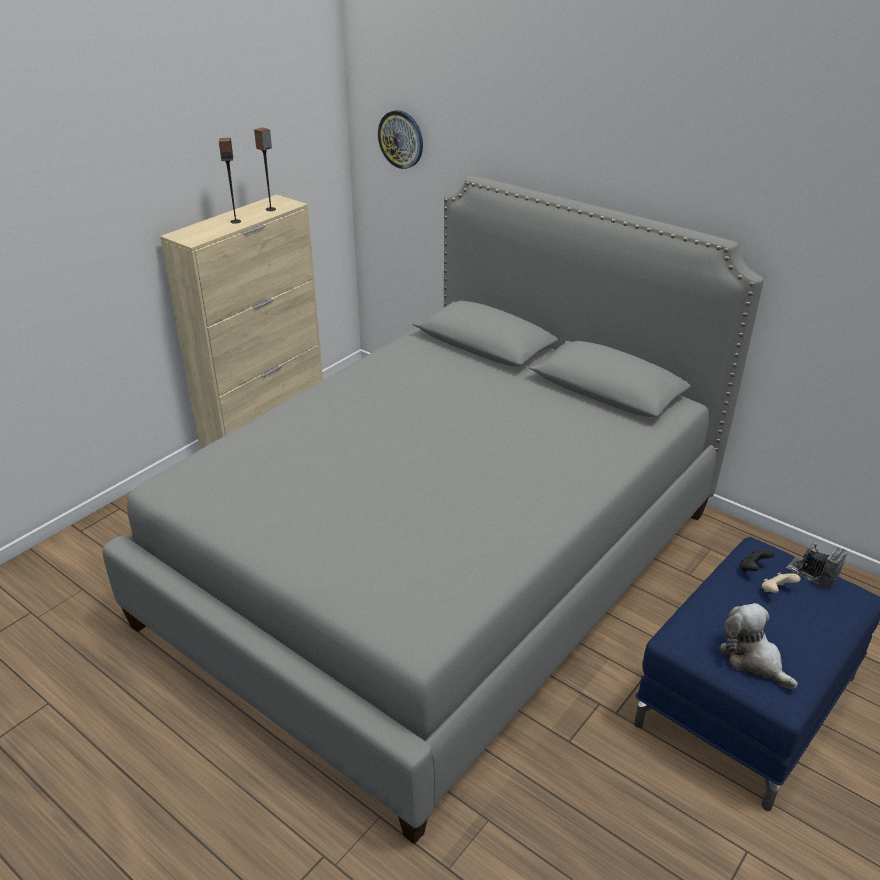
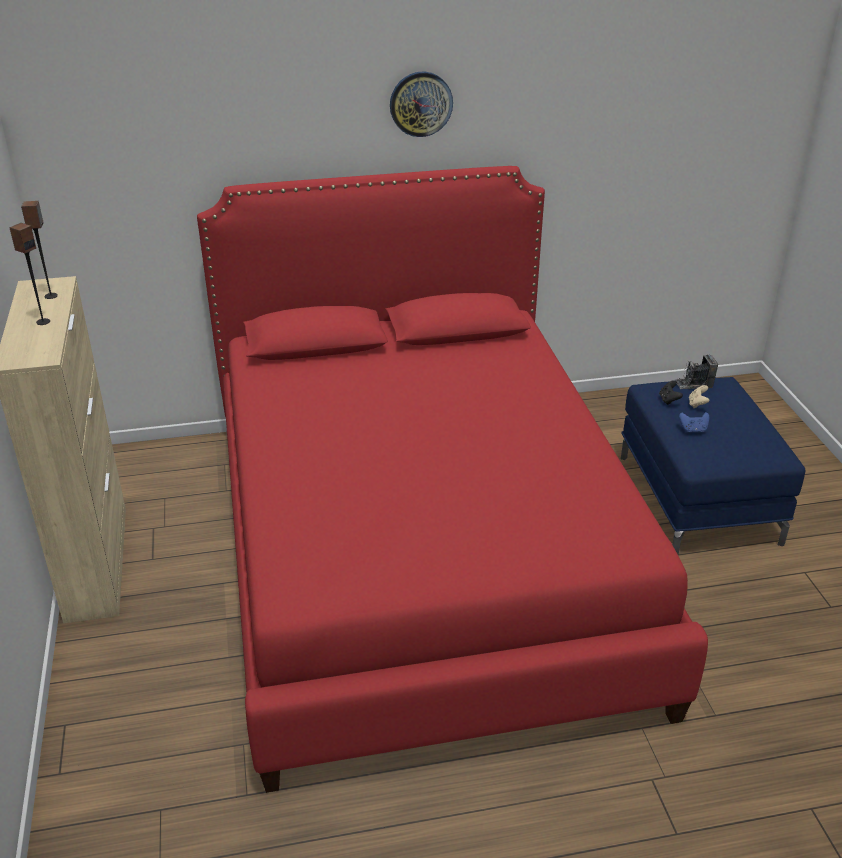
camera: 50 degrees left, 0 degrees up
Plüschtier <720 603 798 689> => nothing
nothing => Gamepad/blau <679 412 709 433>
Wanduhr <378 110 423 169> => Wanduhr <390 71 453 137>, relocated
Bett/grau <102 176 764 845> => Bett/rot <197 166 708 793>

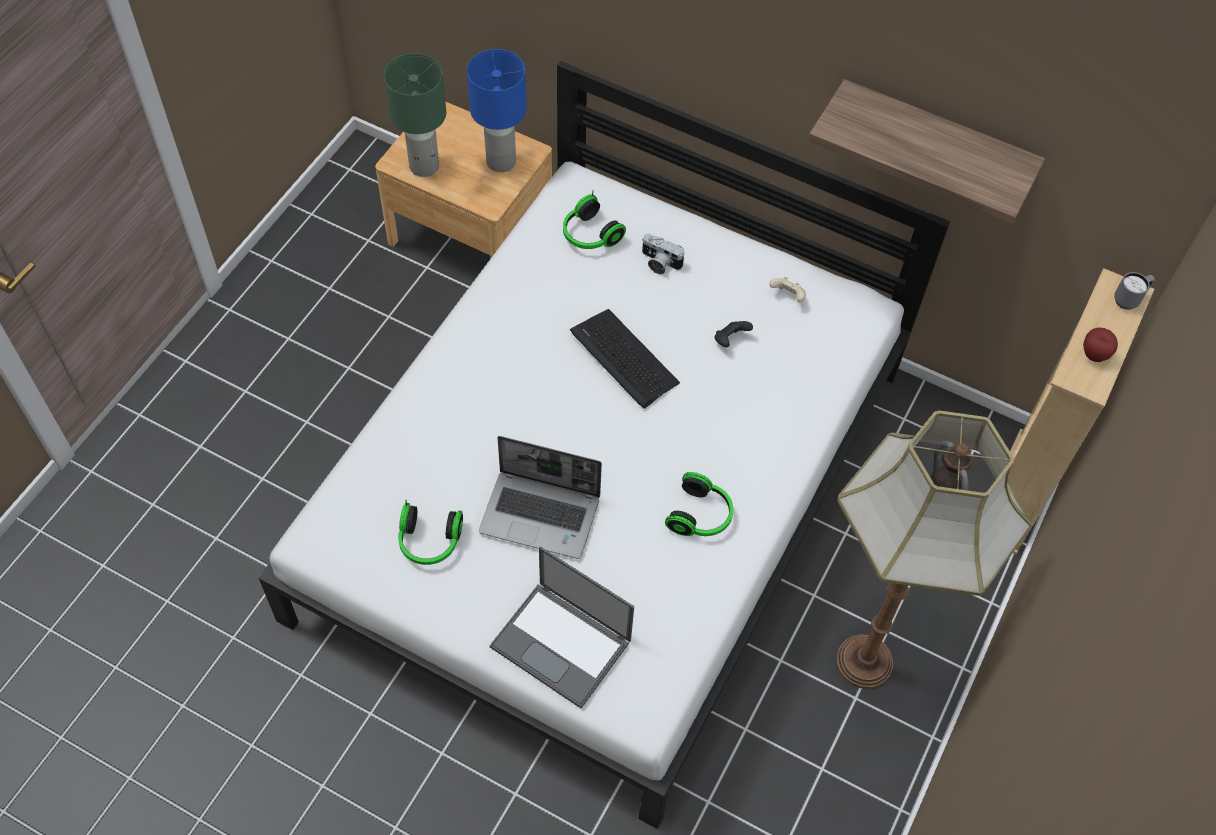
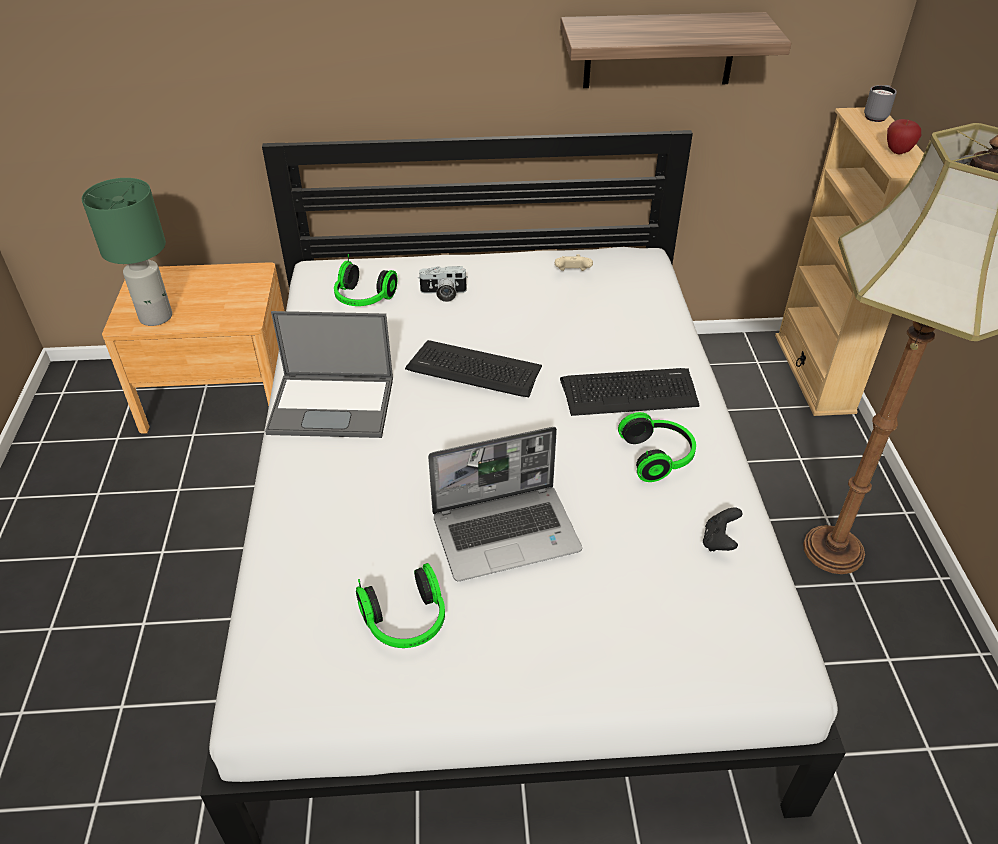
camera: 30 degrees left, 15 degrees down
Tischlampe/blau <467 49 527 172> => nothing
nothing => Tastatur <560 368 700 416>
Laptop <490 546 634 708> => Laptop <265 311 393 438>, relocated
Gamepad/schwarz <714 321 753 347> => Gamepad/schwarz <703 507 743 551>, relocated

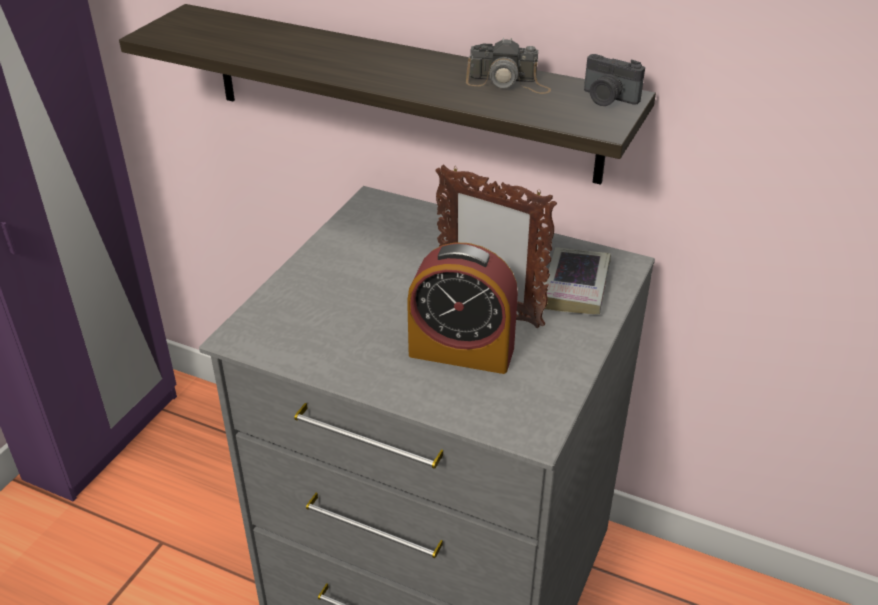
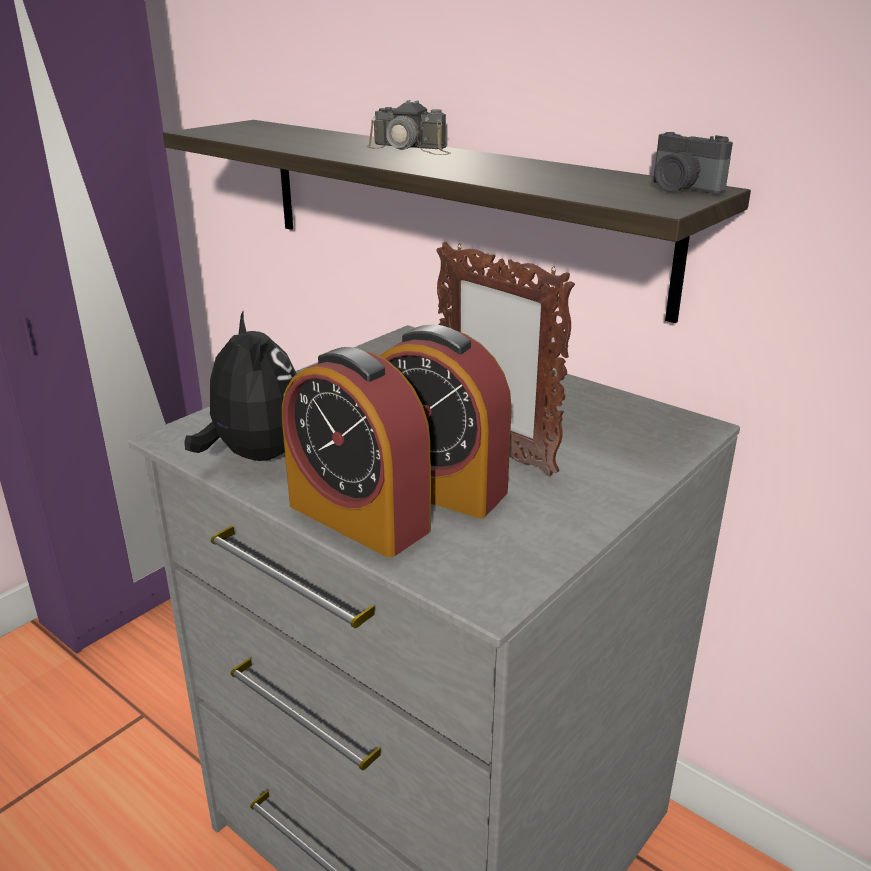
camera: 15 degrees right, 10 degrees down
Buch <540 247 611 315> => nothing
nothing => Plüschtier <184 311 297 461>
nothing => Wecker <282 347 431 558>
Kamera <466 38 551 94> => Kamera <367 100 451 155>, relocated

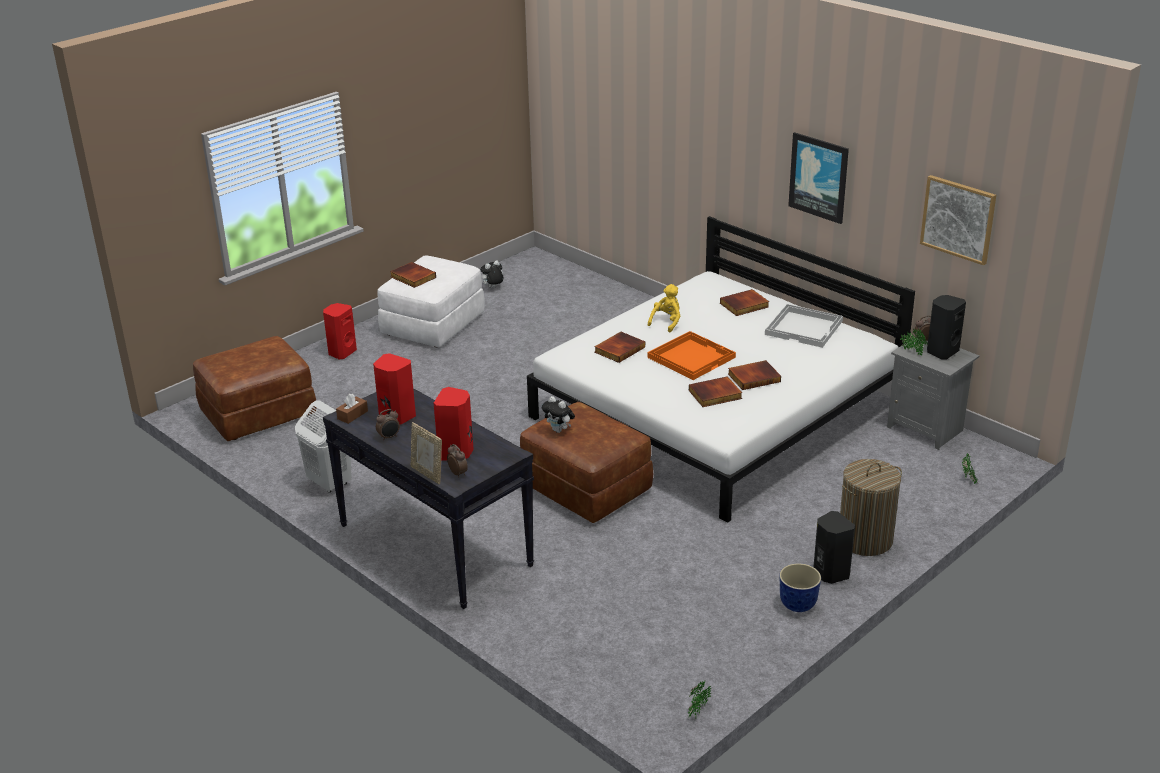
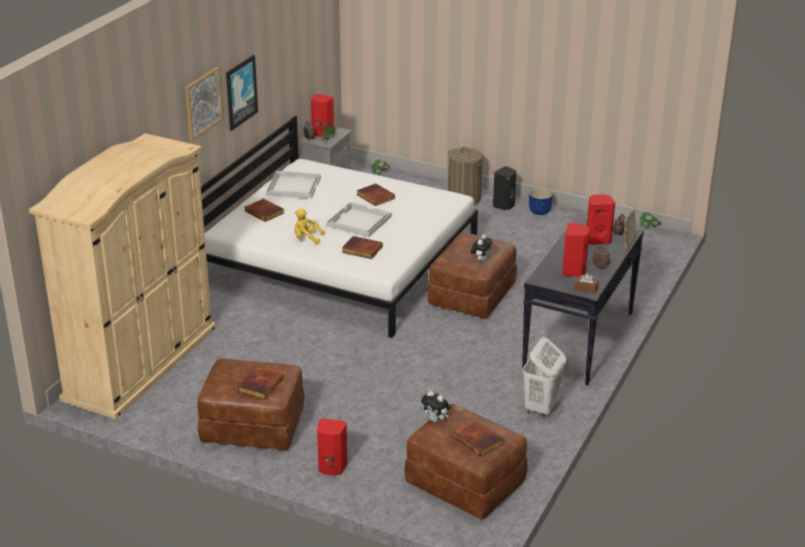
camera: 110 degrees left, 0 degrees up
nothing => Kleiderschrank/beige <29 133 216 420>
Plüschtier <480 260 503 288> => Plüschtier <421 390 451 423>, relocated
Buch <689 376 742 407> => Buch <453 420 504 457>, relocated
Bild <920 175 996 265> => Bild <185 67 223 140>, relocated
Polsterhocker/weiß <378 256 485 347> => Polsterhocker/braun <197 358 305 450>
Tablett/orange <647 331 736 380> => Tablett/weiß <326 202 392 237>
Lautsprecher/schwarz <927 295 966 359> => Lautsprecher/rot <311 94 334 137>

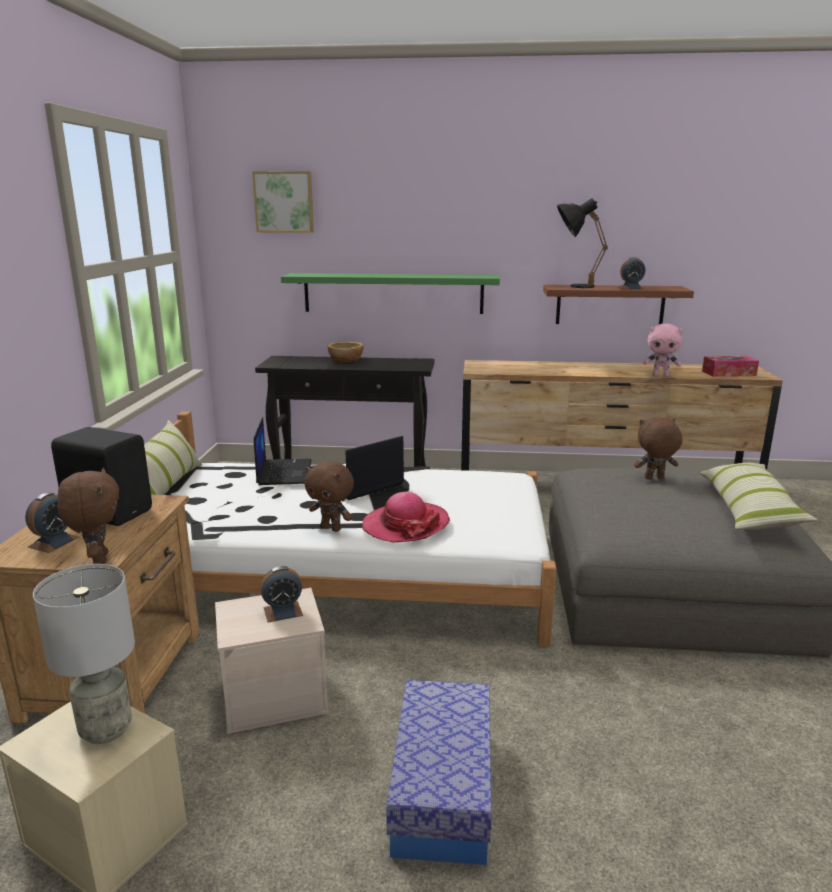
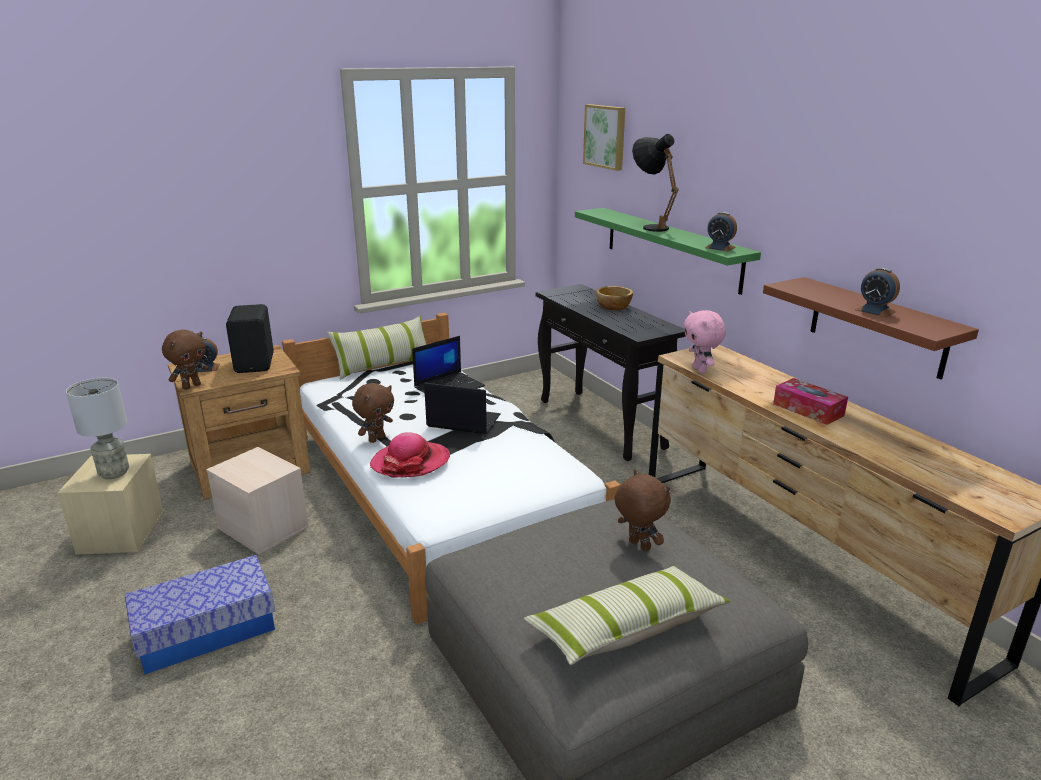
camera: 55 degrees right, 5 degrees up
Wecker <260 566 303 623> => Wecker <705 212 737 251>, relocated
Tischlampe/schwarz <557 198 608 288> => Tischlampe/schwarz <632 134 679 232>, relocated
Plüschtier/rosa <643 323 683 377> => Plüschtier/rosa <684 310 726 373>, relocated
Taschentuchbox <702 356 759 377> => Taschentuchbox <773 378 848 425>, relocated
Plüschtier/braun <305 461 354 532> => Plüschtier/braun <352 383 394 443>, 135 degrees counterclockwise

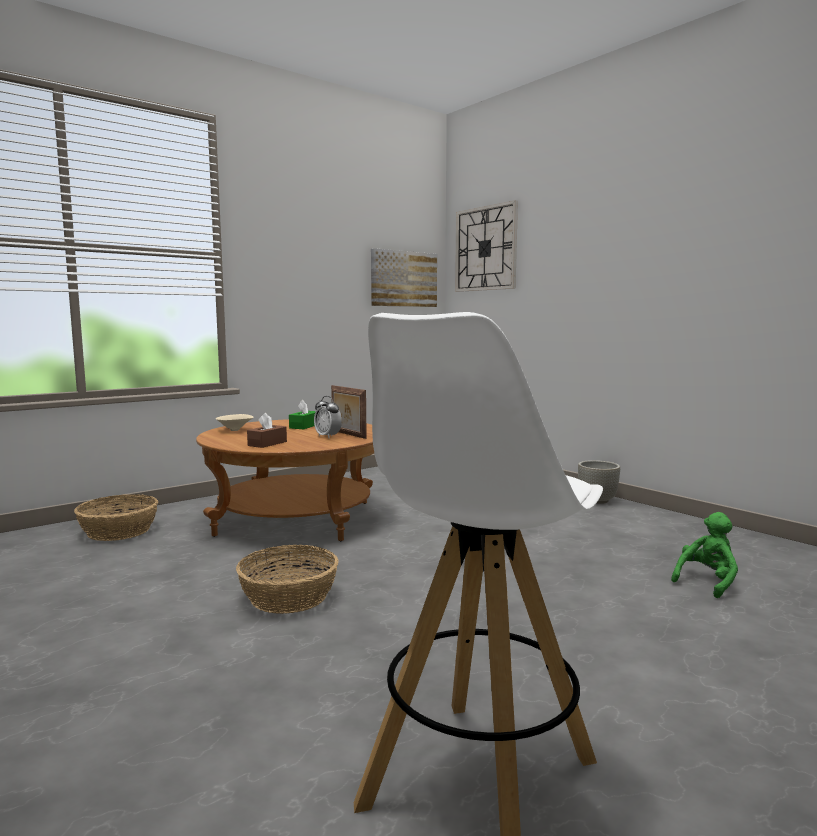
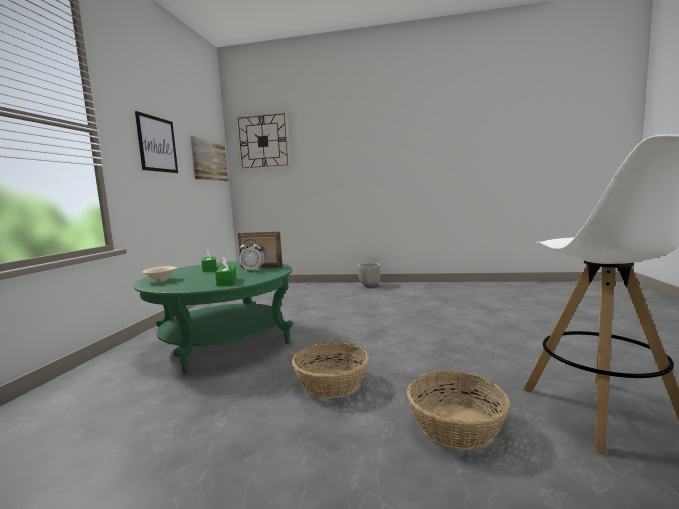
camera: 40 degrees left, 0 degrees up
Plüschtier/grün <671 512 738 598> => nothing
nothing => Bild <135 111 178 173>
Korb <74 494 158 541> => Korb <407 371 510 449>, relocated
Couchtisch/braun <196 419 374 541> => Couchtisch/grün <134 261 293 373>
Taschentuchbox/braun <247 413 287 448> => Taschentuchbox/grün <215 257 237 286>

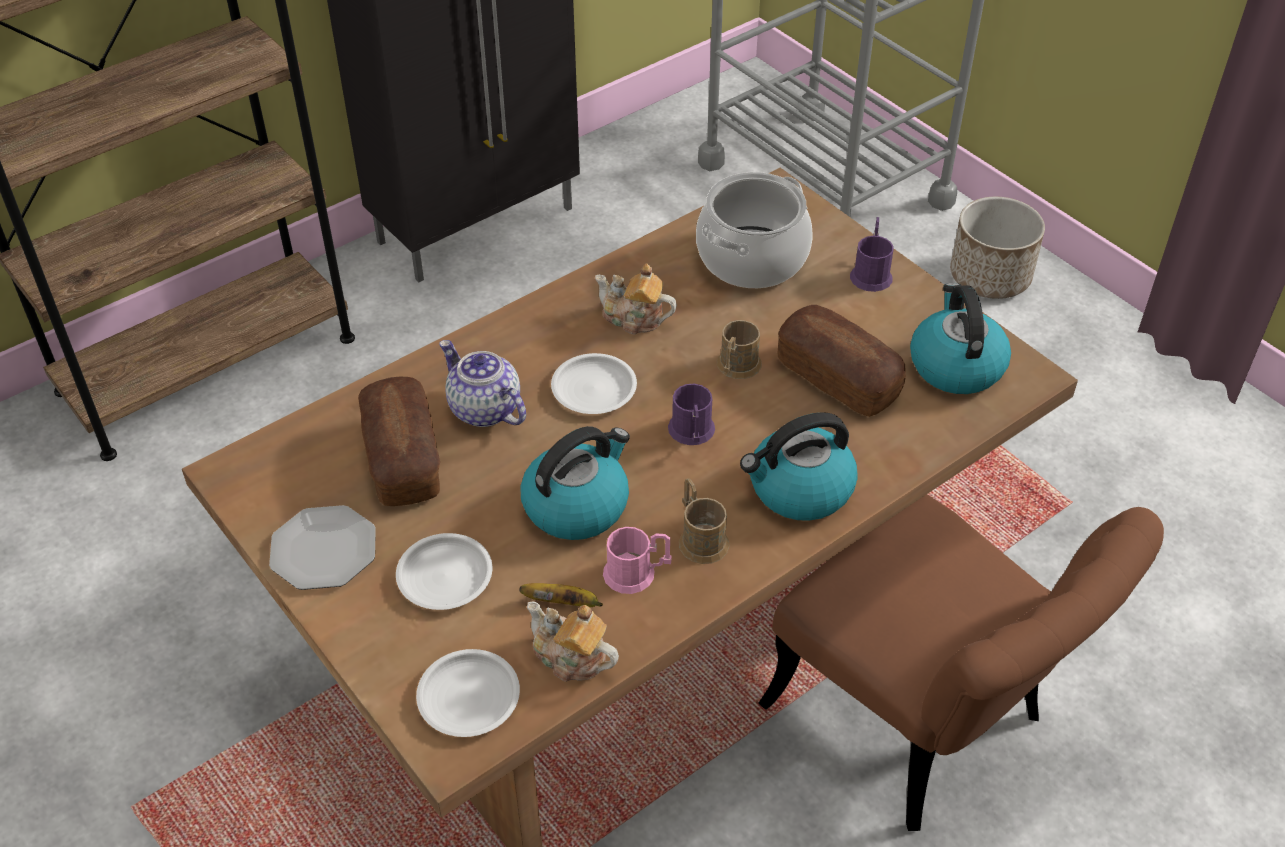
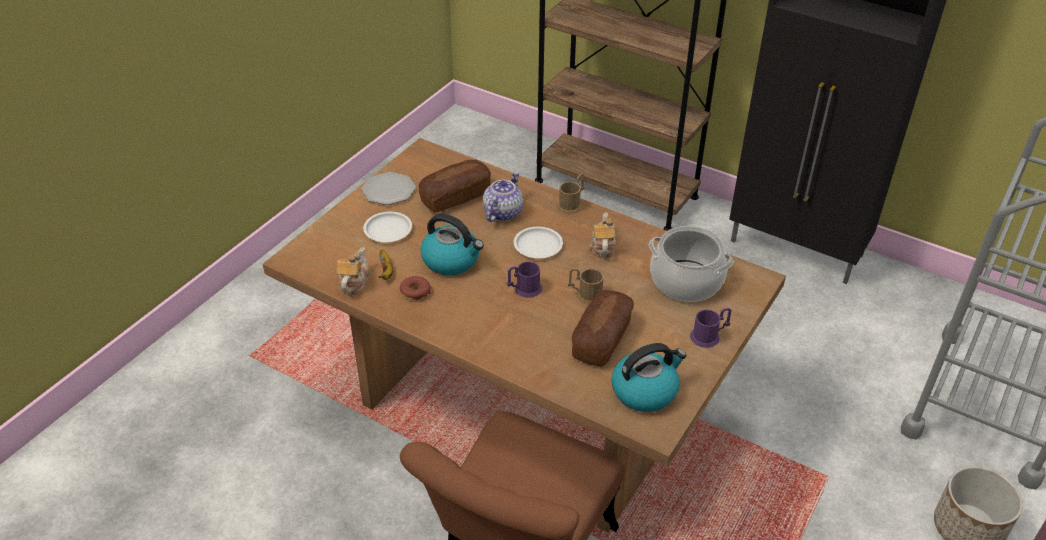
camera: 70 degrees right, 5 degrees down
Teller/weiß <416 649 520 737> => nothing
Wasserkessel <740 412 858 521> => nothing
Henkelbecher/braun <679 478 730 564> => Henkelbecher/braun <557 173 585 214>, relocated
Henkelbecher/rosa <603 527 672 594> => Donut <400 276 431 300>

